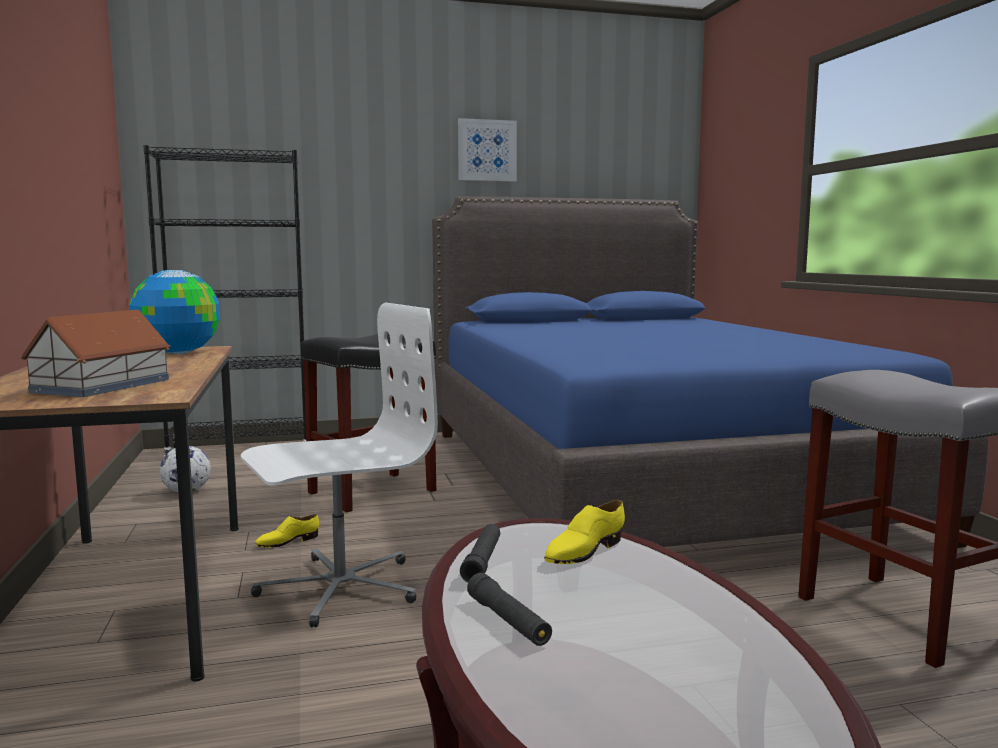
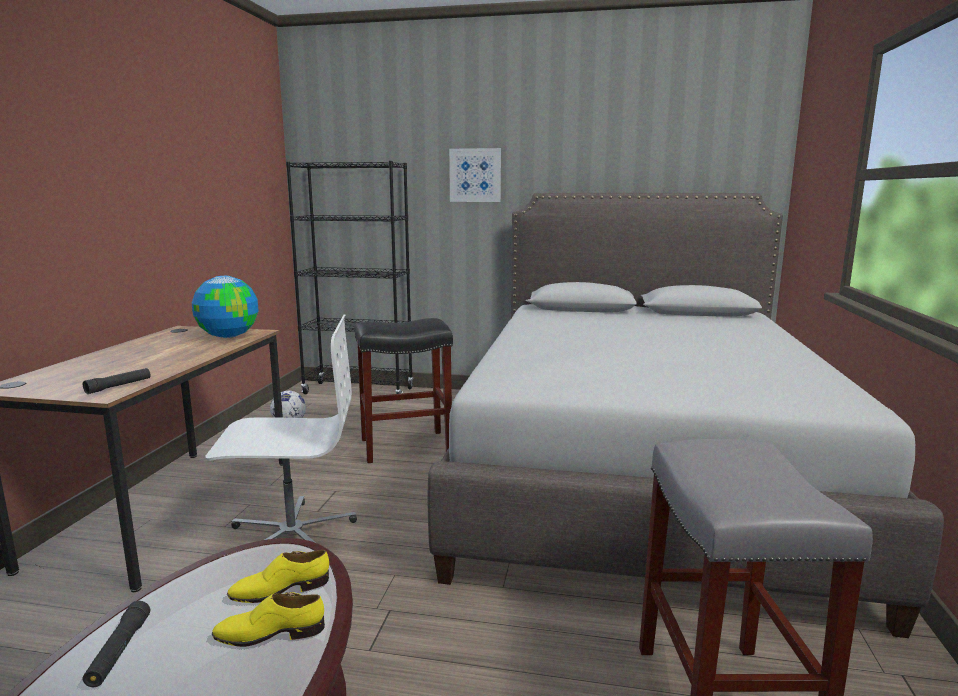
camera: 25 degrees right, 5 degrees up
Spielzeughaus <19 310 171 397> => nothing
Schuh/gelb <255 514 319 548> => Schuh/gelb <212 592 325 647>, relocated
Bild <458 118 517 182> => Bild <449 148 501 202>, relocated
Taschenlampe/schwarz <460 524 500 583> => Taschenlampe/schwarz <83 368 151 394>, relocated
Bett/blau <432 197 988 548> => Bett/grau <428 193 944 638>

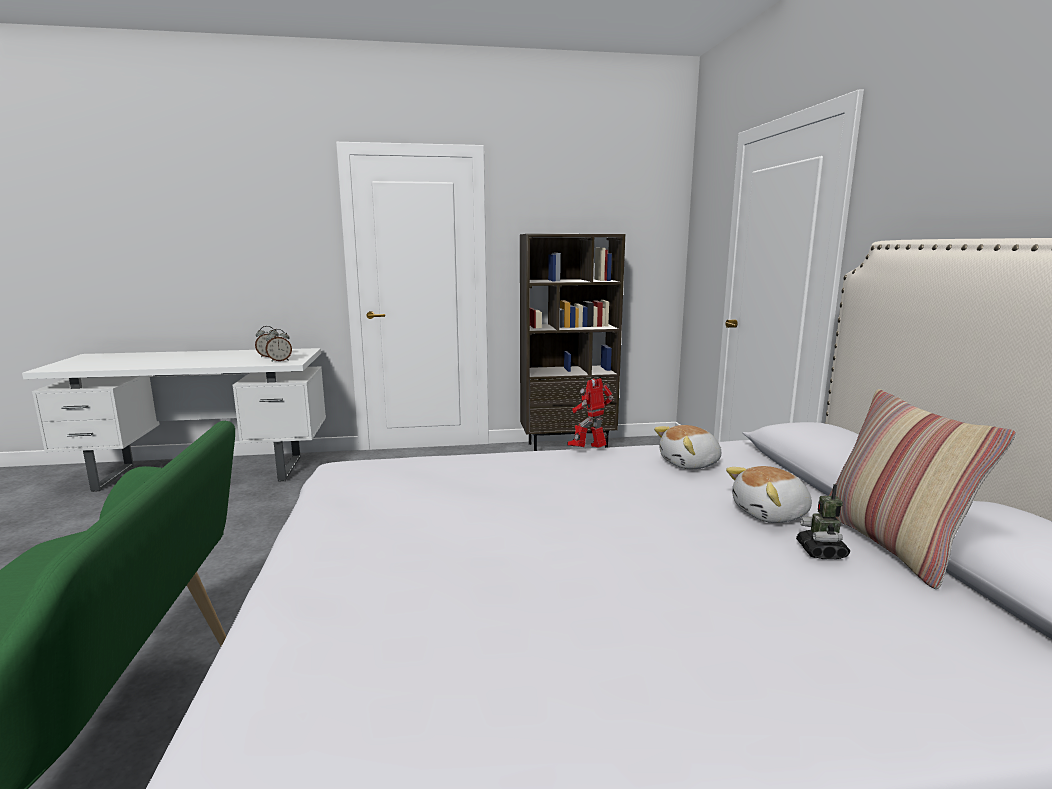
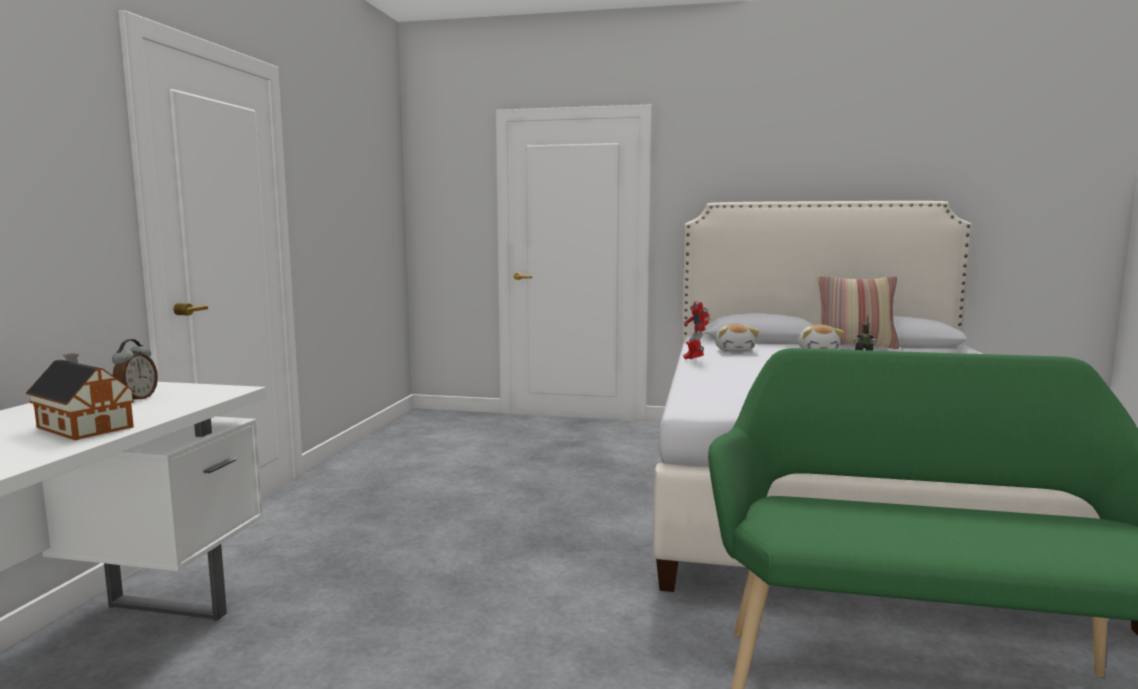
camera: 70 degrees left, 5 degrees down
Wecker <265 329 292 362> => nothing
Bücherregal/braun <520 234 625 451> => nothing
nothing => Spielzeughaus <26 353 136 440>

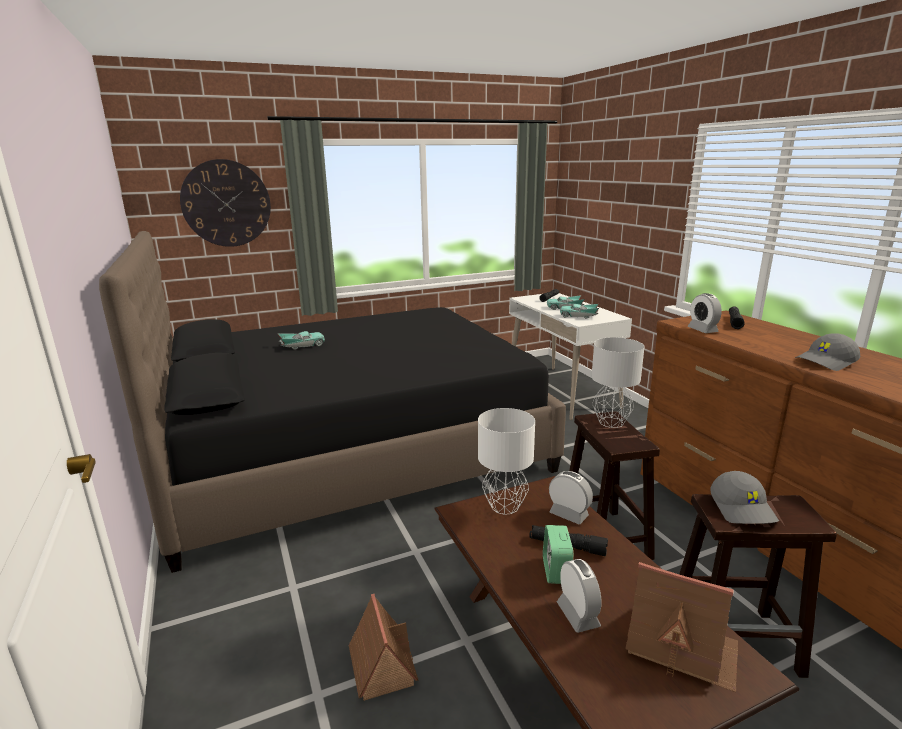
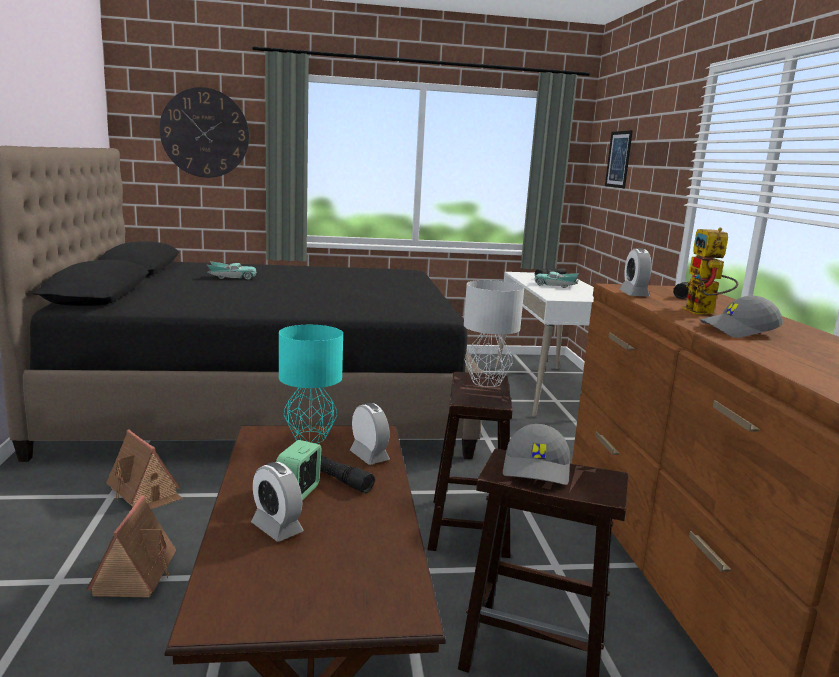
camera: 15 degrees right, 5 degrees down
Spielzeugauto/türkis <560 304 599 319> => nothing
nothing => Bild <605 130 633 188>
nothing => Spielzeugroboter <682 228 738 314>
Spielzeughaus <625 562 738 692> => Spielzeughaus <106 429 182 509>, relocated
Tischlampe/weiß <478 408 535 515> => Tischlampe/türkis <279 325 343 444>
Wecker <557 559 602 633> => Wecker <251 462 303 542>, 135 degrees clockwise

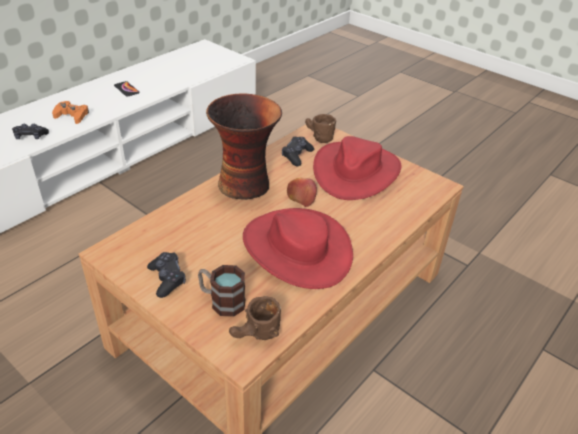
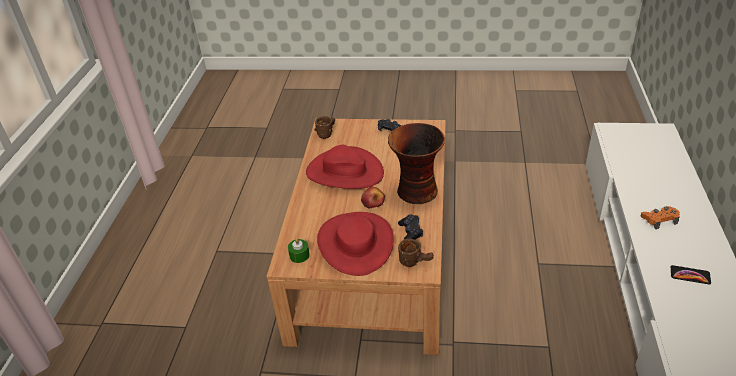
camera: 150 degrees right, 0 degrees up
Gamepad/schwarz <12 124 49 139> => nothing
Henkelbecher <198 265 245 317> => nothing
nothing => Kerze/grün <288 238 310 263>

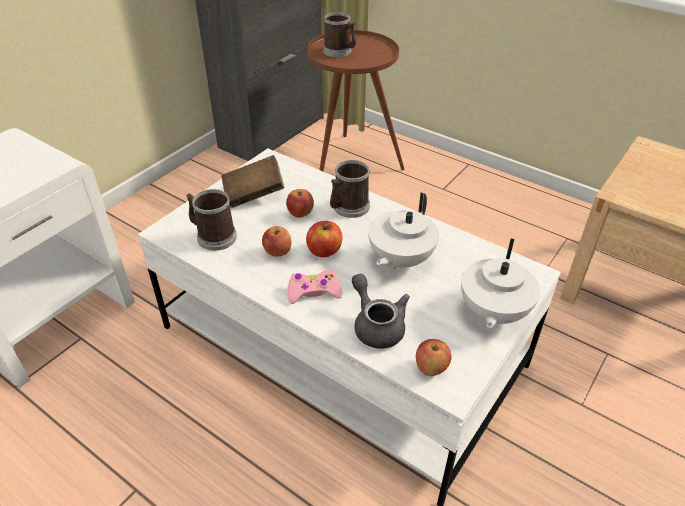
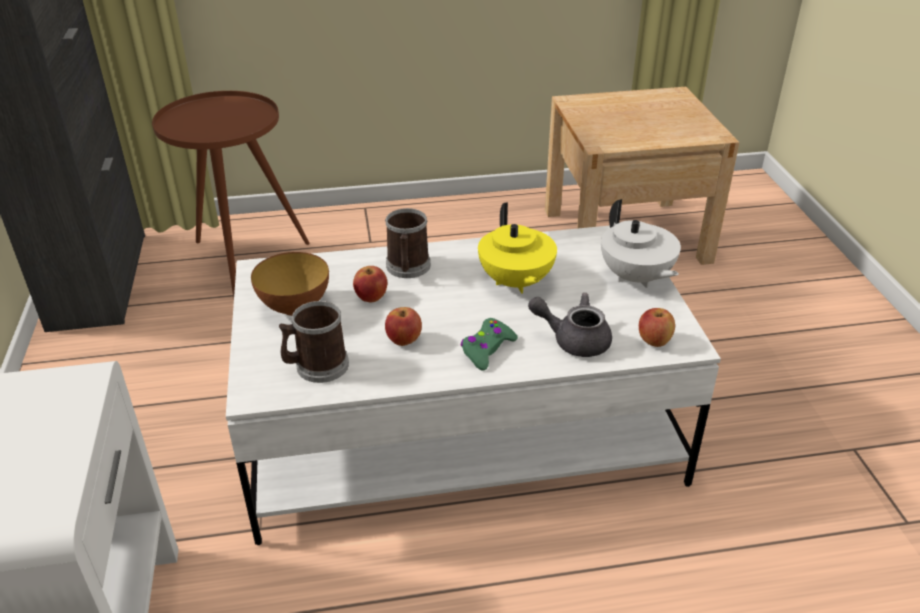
camera: 45 degrees left, 5 degrees down
Apfel <306 221 342 257> => nothing
Henkelbecher <323 12 356 58> => nothing
Buch/braun <221 155 284 208> => Schüssel <251 252 329 316>
Gamepad/rosa <288 270 342 304> => Gamepad/grün <461 318 518 371>
Teekanne/weiß <368 192 439 271> => Teekanne/gelb <478 202 557 294>

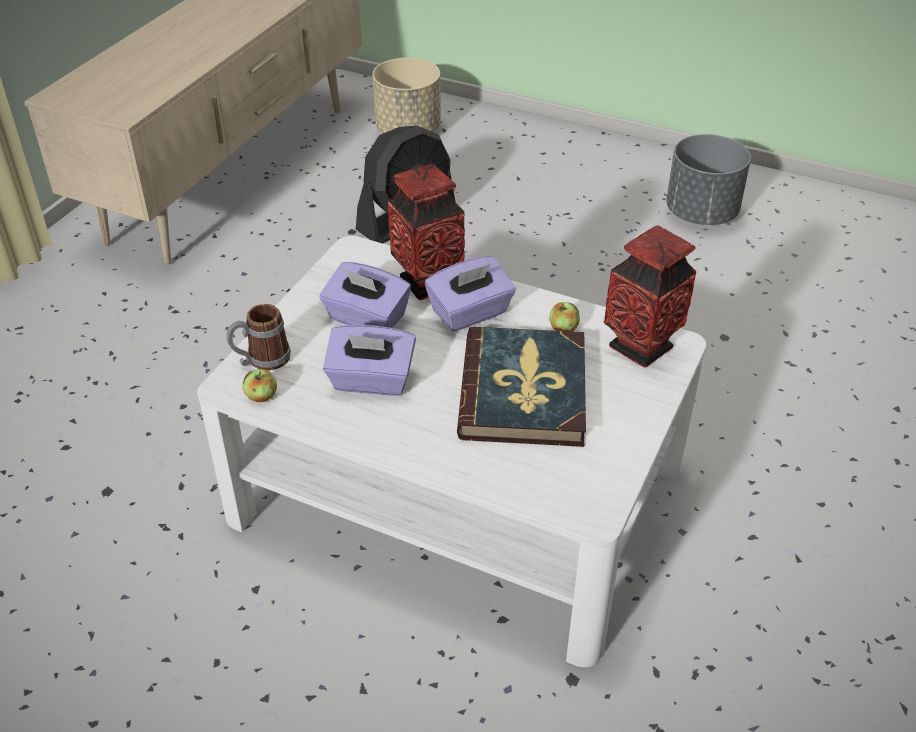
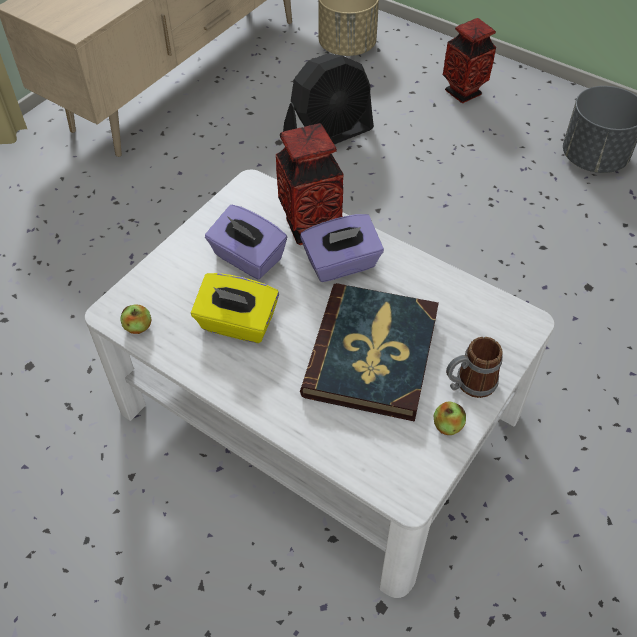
camera: 10 degrees right, 10 degrees up
Henkelbecher <226 304 291 370> => Henkelbecher <446 337 503 398>, relocated
Apfel <549 302 580 332> => Apfel <434 401 466 435>, relocated
Vase <603 225 696 368> => Vase <442 18 496 103>, relocated
Taschentuchbox/lila <323 325 416 395> => Taschentuchbox/gelb <191 273 279 343>

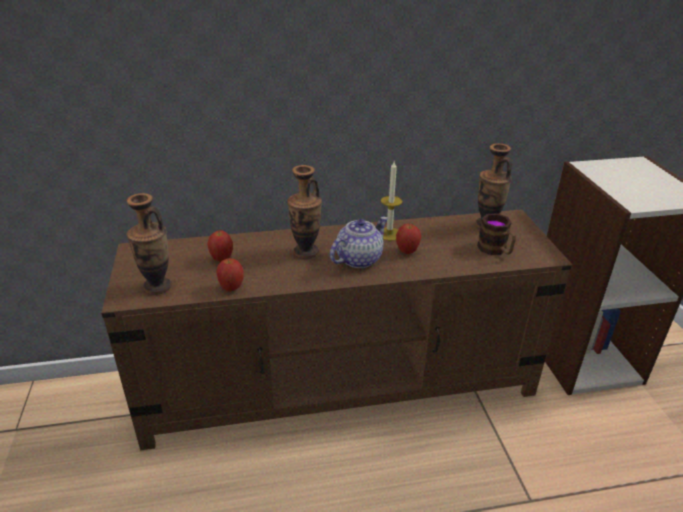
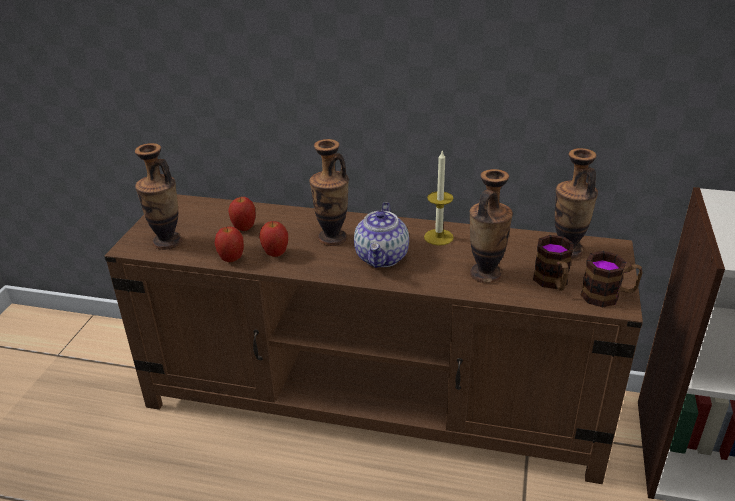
camera: 25 degrees right, 0 degrees up
nothing => Vase <470 169 513 283>
nothing => Henkelbecher <580 251 643 307>
Apfel <396 224 421 254> => Apfel <259 221 288 257>, relocated
Teekanne <330 217 388 268> => Teekanne <354 202 409 268>, 120 degrees clockwise

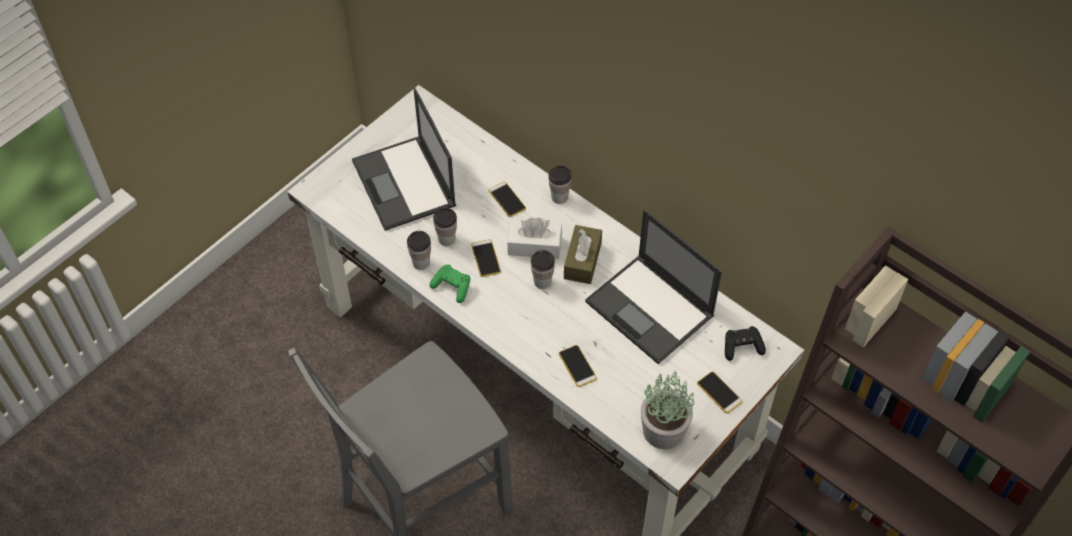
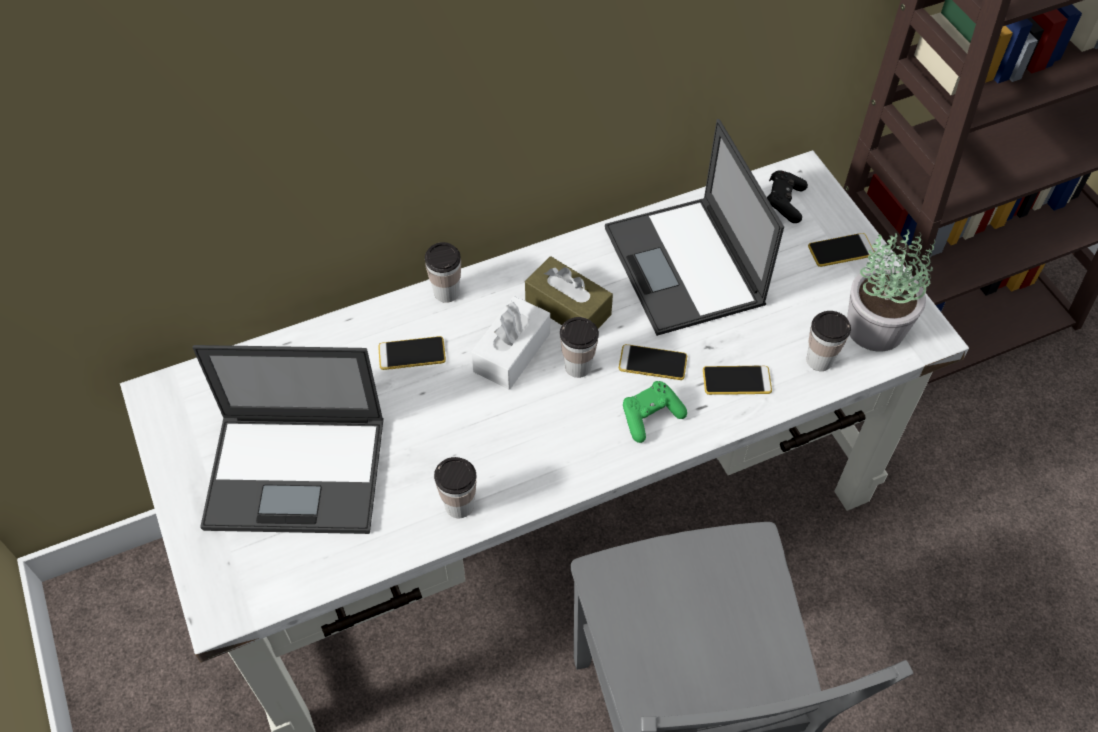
camera: 65 degrees left, 0 degrees up
Gamepad/grün <430 265 470 303> => Gamepad/grün <623 381 687 443>, relocated
Tasse <433 207 457 246> => Tasse <806 311 851 371>, relocated
Handy <471 239 501 277> => Handy <619 344 687 380>, relocated
Laptop <585 210 722 364> => Laptop <605 119 784 336>, 90 degrees clockwise

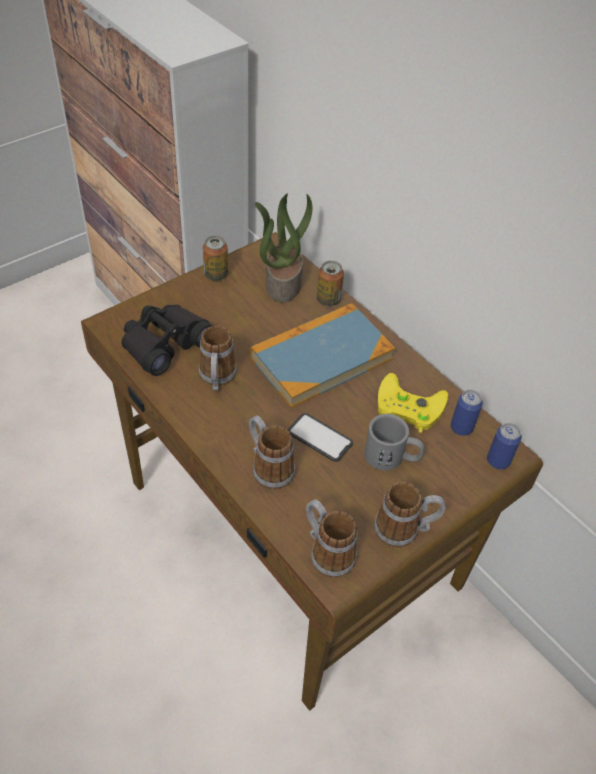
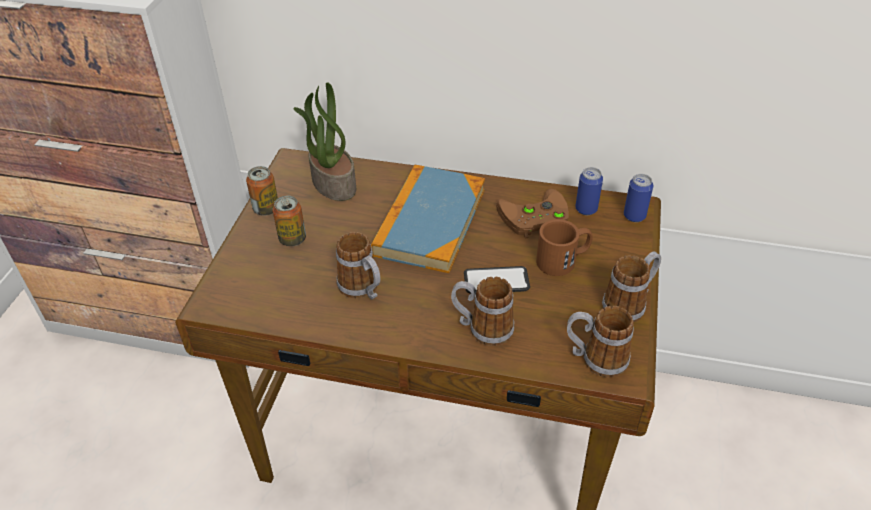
camera: 35 degrees left, 5 degrees down
Fernglas/schwarz <122 304 212 376> => nothing
Dose <317 261 344 306> => Dose <273 195 306 246>, relocated
Henkelbecher/grau <364 414 424 470> => Henkelbecher/braun <536 219 593 276>
Gamepad/gelb <378 373 448 433> => Gamepad/braun <496 188 569 238>

